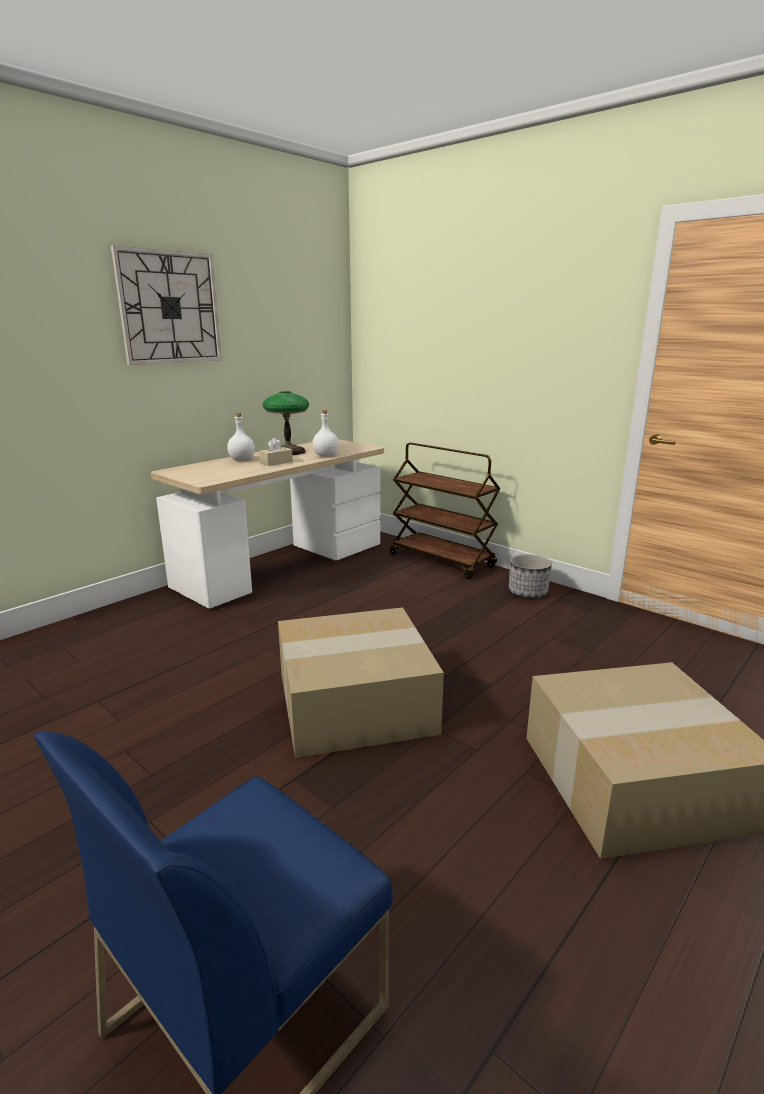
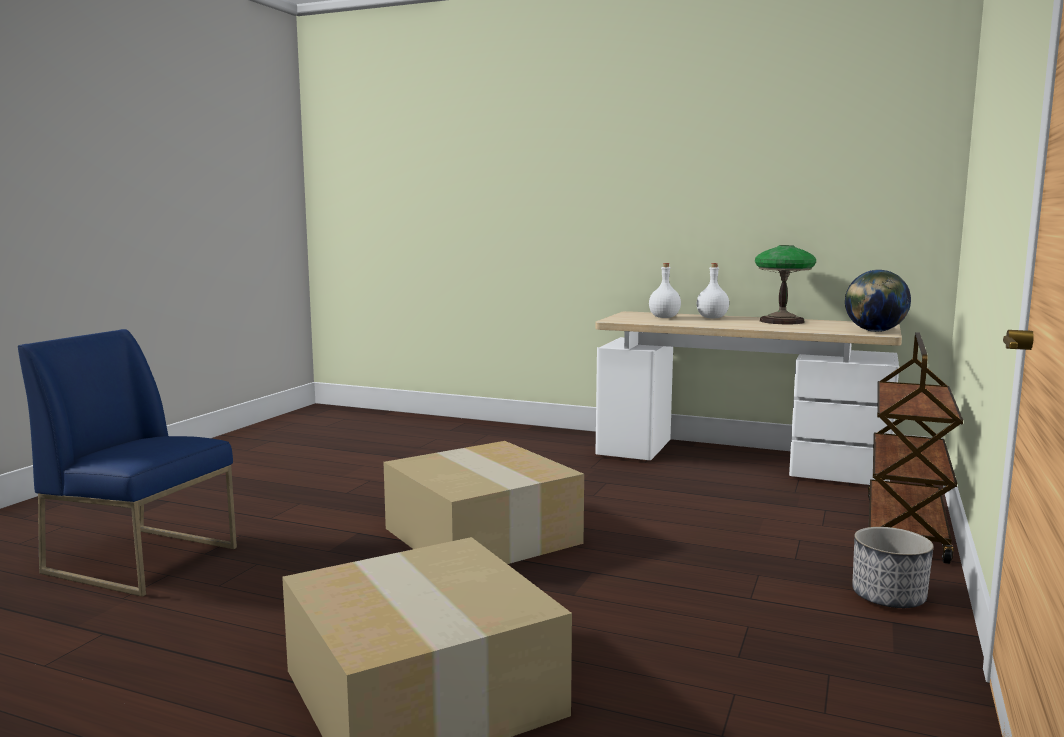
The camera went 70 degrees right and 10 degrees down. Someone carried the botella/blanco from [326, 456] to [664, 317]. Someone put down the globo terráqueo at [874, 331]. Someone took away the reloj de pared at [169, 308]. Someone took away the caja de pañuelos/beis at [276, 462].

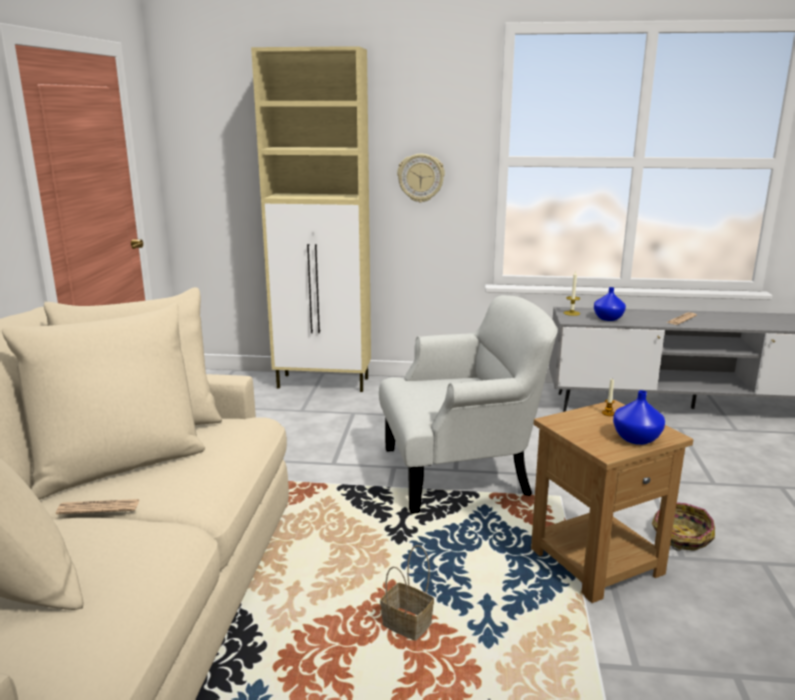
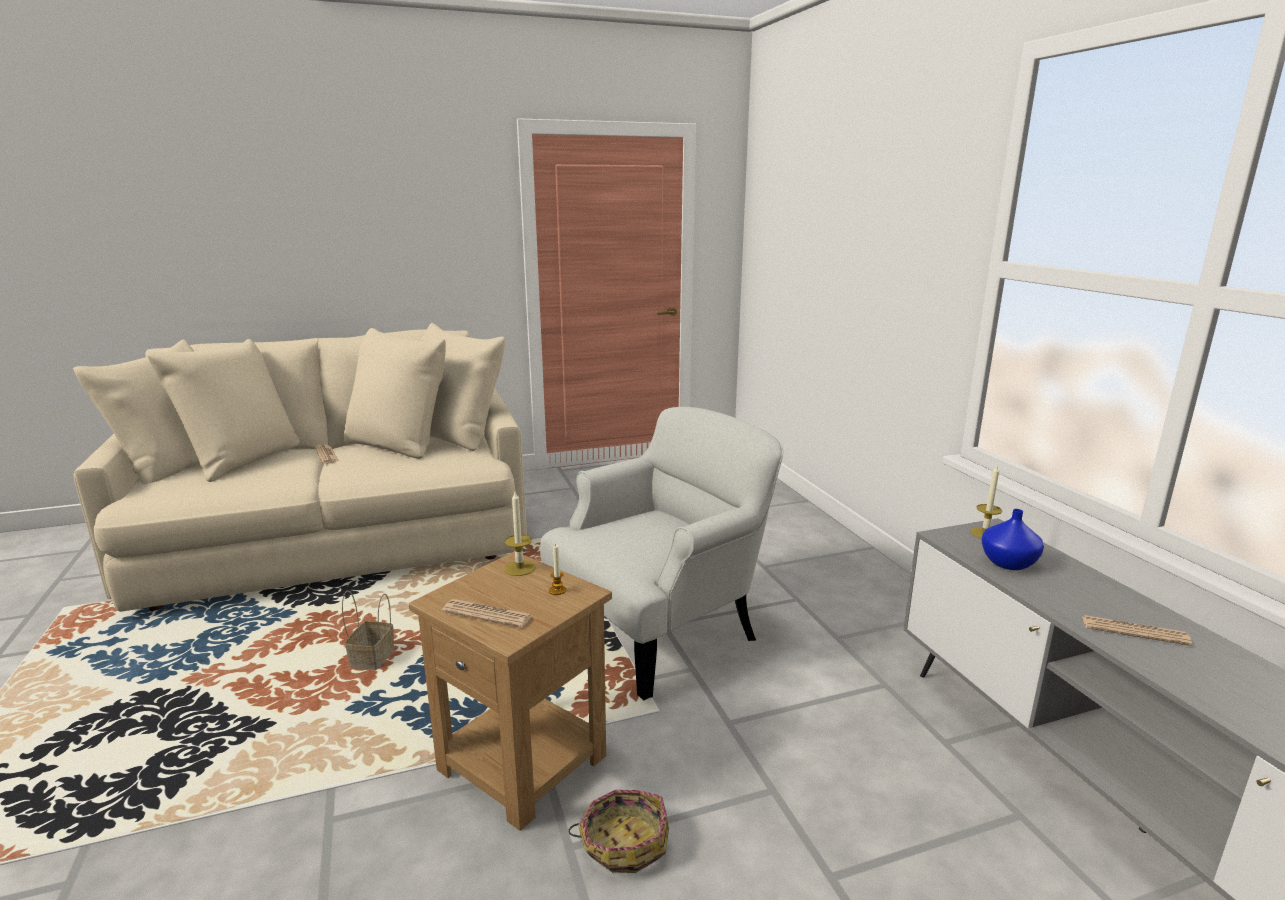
The camera went 65 degrees right and 0 degrees up. Someone swapped the florero/azul at [636, 438] for the periódico at [487, 614]. Someone put down the vela at [519, 568]. Someone rotated the sillón/blanco at [460, 472] by 90 degrees counterclockwise. Someone took away the armario/beis at [324, 383]. Someone took away the reloj de pared at [421, 178].

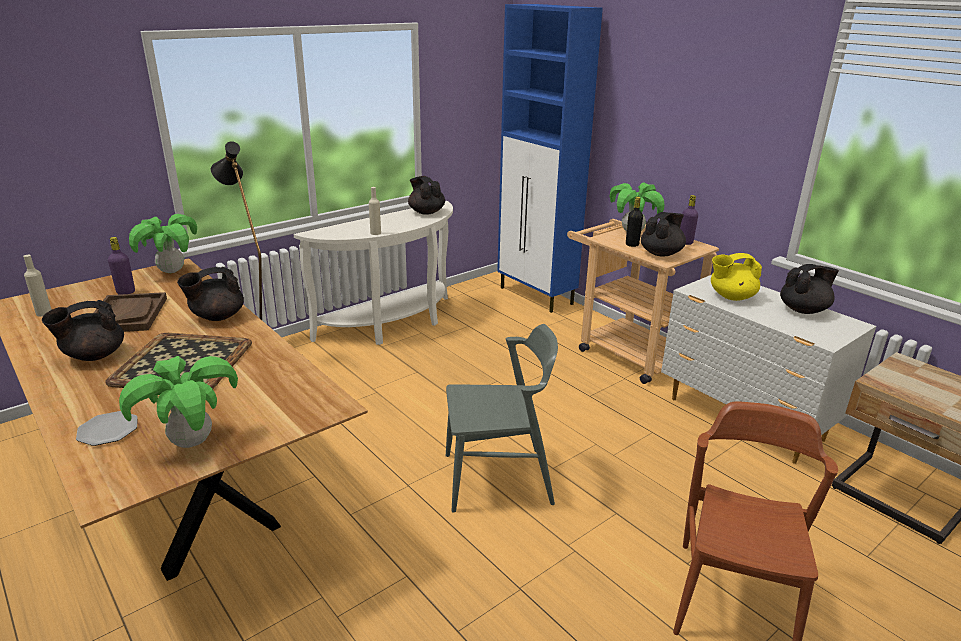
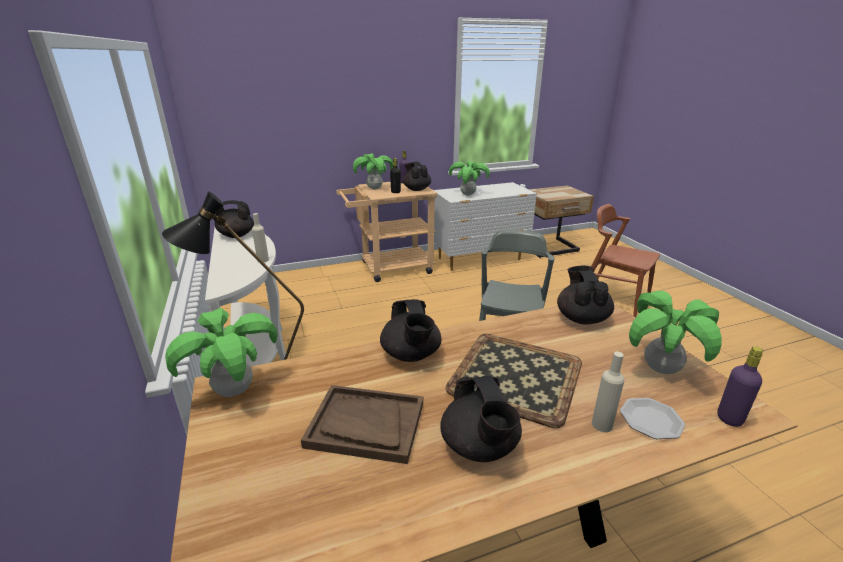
The camera went 70 degrees left and 0 degrees up. Someone swapped the tetera/amarillo at [731, 297] for the planta en maceta at [467, 194]. Someone carried the tetera/negro from [804, 310] to [581, 318]. Someone carried the botella/beis from [44, 313] to [602, 425]. Someone carried the botella/morado from [126, 292] to [729, 418]. Someone took away the armario/azul at [536, 296].

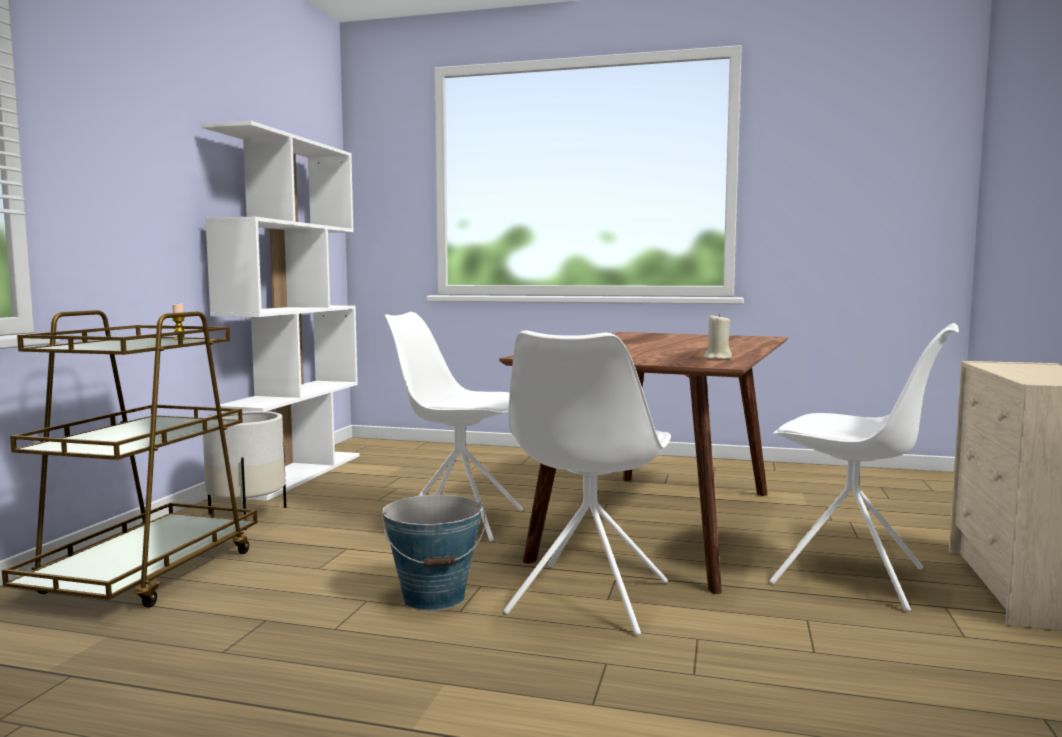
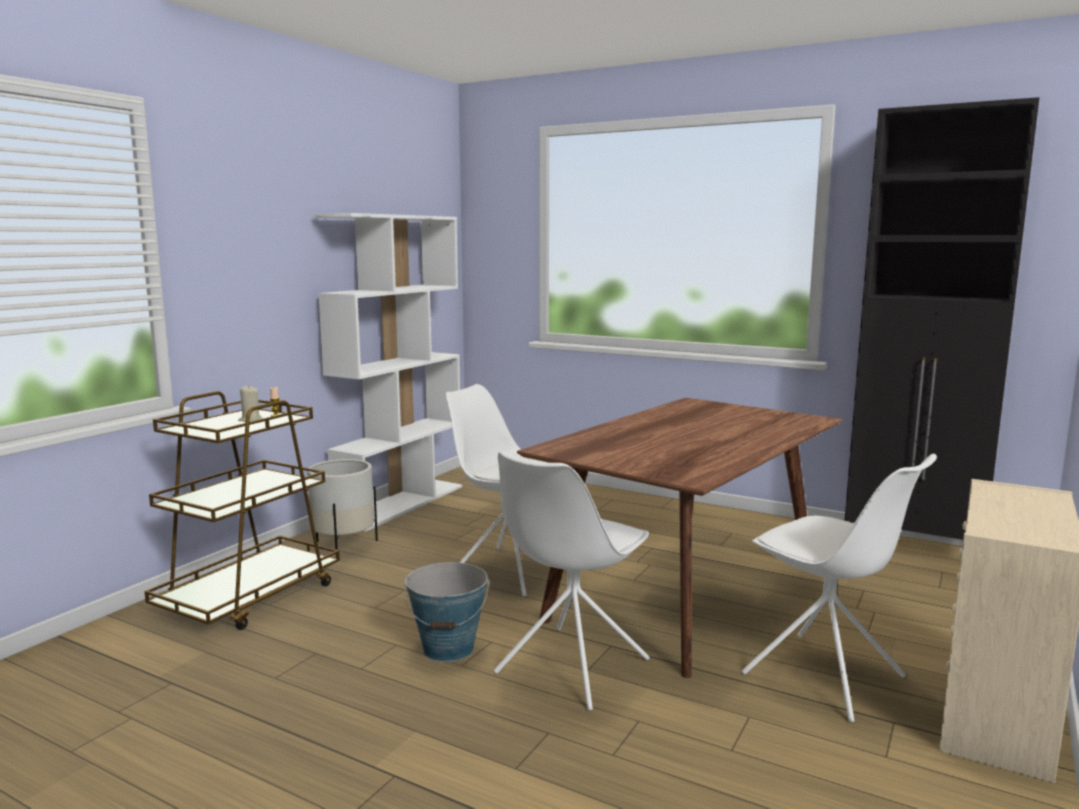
The camera went 15 degrees right and 5 degrees up. Someone carried the vela/beis from [717, 358] to [250, 420]. Someone put down the armario/negro at [914, 550].

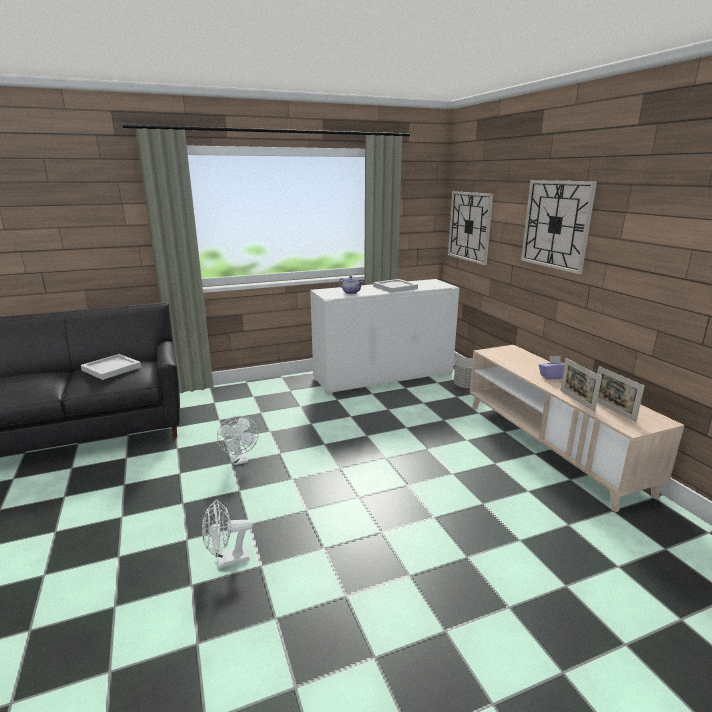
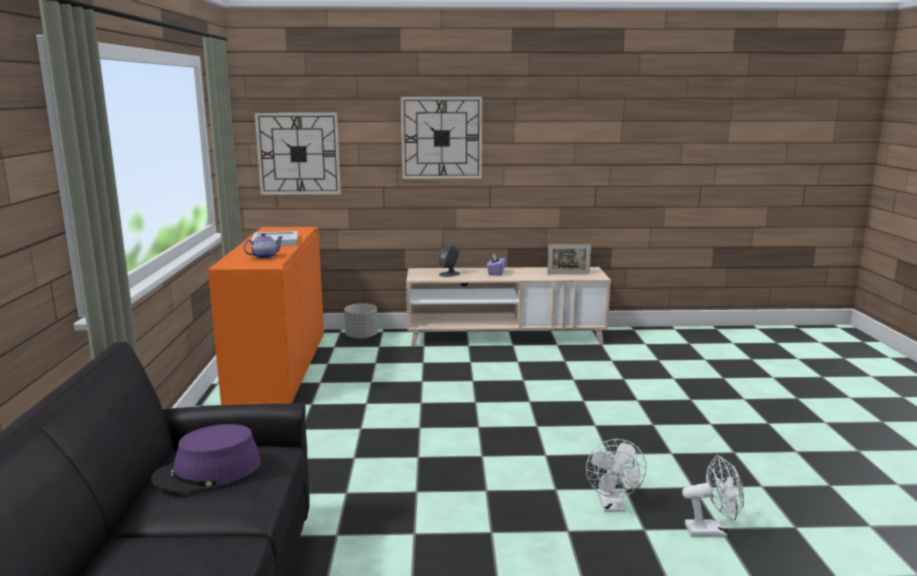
The camera went 70 degrees left and 5 degrees down. Someone swapped the bandeja/blanco at [111, 369] for the sombrero/morado at [208, 472]. Someone repainted the armario/blanco at [383, 376], which became the armario/naranja at [279, 368]. Someone put down the altavoz/gris at [449, 274]. Someone carried the ventilador/blanco from [240, 460] to [712, 530]. Someone took away the portarretratos at [576, 400].

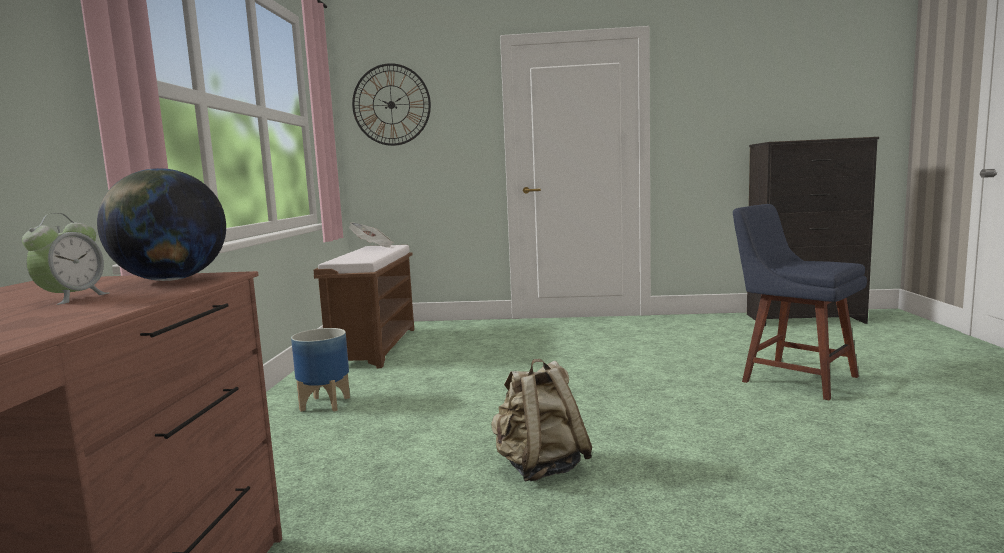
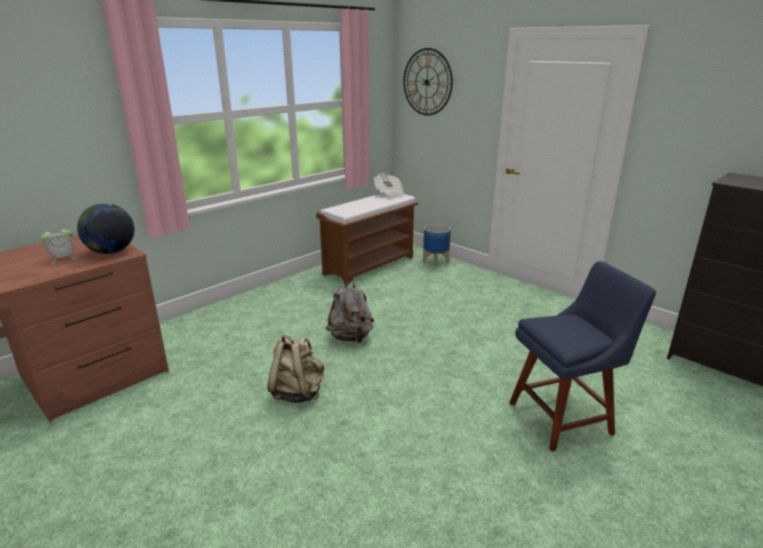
The camera went 40 degrees right and 15 degrees up. Someone put down the mochila/gris at [351, 337]. Someone carried the maceta from [324, 404] to [435, 262]. Someone rotated the silla/azul at [793, 378] by 75 degrees clockwise.

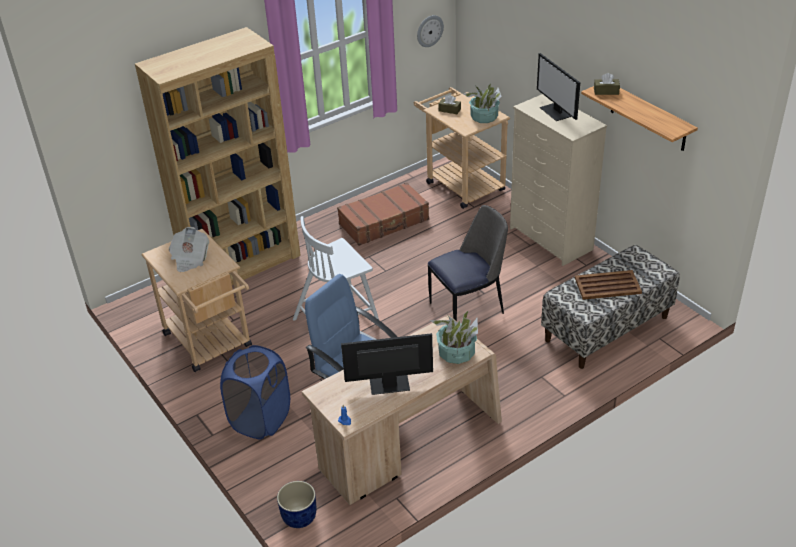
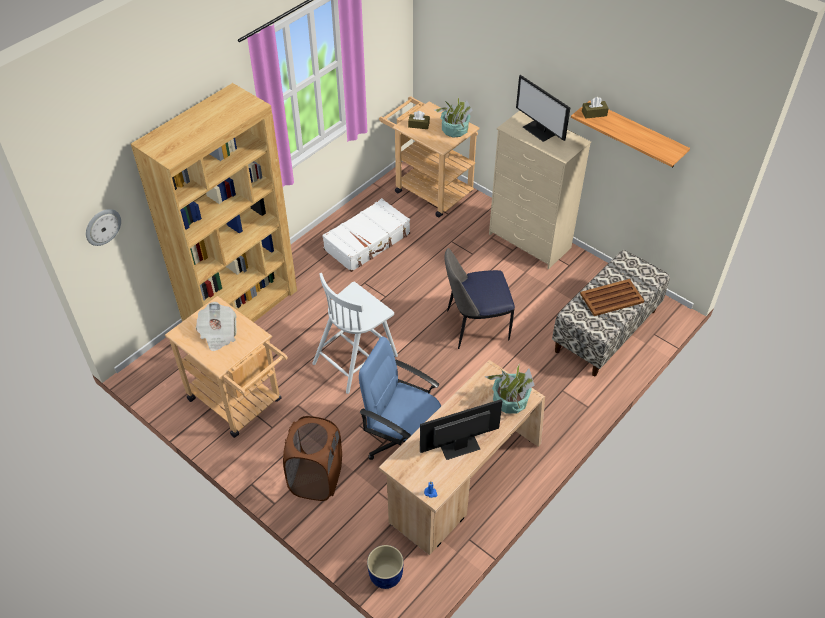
The camera went 15 degrees left and 10 degrees up. Someone carried the reloj de pared from [429, 30] to [102, 226]. Someone repainted the cesto de la ropa/azul at [261, 419], which became the cesto de la ropa/marrón at [316, 479]. Someone repainted the maleta/marrón at [384, 222], which became the maleta/blanco at [368, 242]. Someone rotated the silla at [468, 307] by 150 degrees counterclockwise.

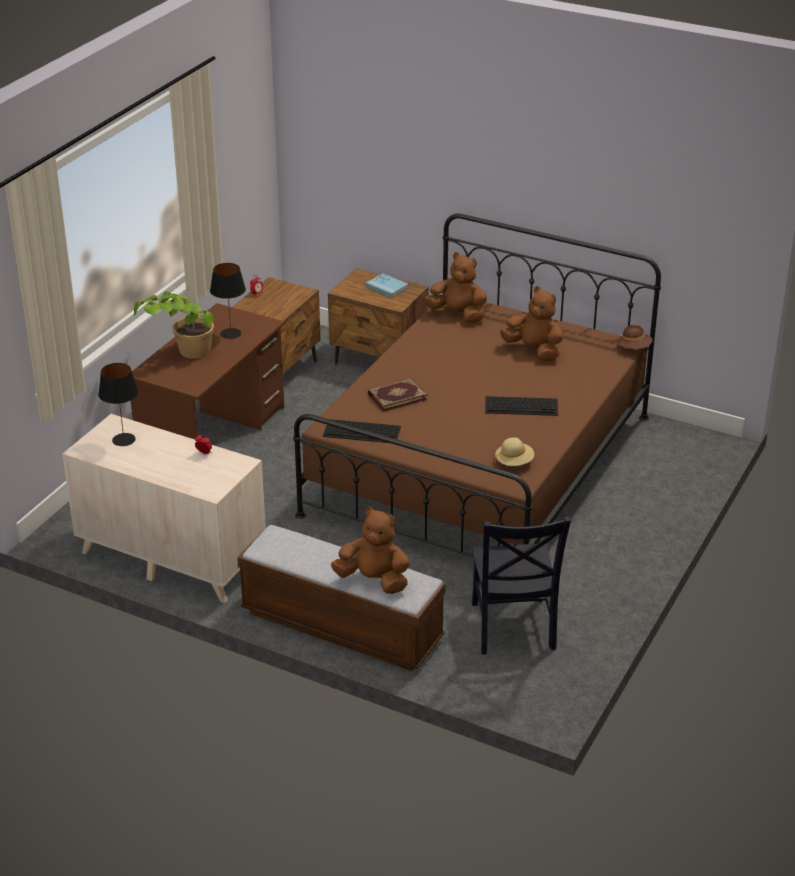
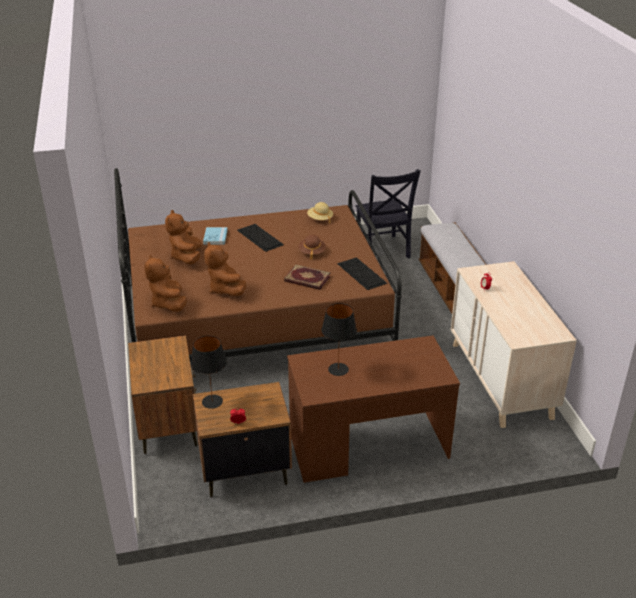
The camera went 130 degrees left and 0 degrees up. Someone carried the lámpara de mesa/negro from [124, 439] to [212, 402]. Someone carried the libro/azul from [387, 287] to [215, 237]. Someone carried the peluche/marrón from [374, 580] to [226, 289]. Someone carried the sombrero/marrón from [633, 348] to [312, 252]. Someone rotated the silla/negro at [512, 629] by 120 degrees clockwise. Someone took away the planta en maceta at [180, 355].

